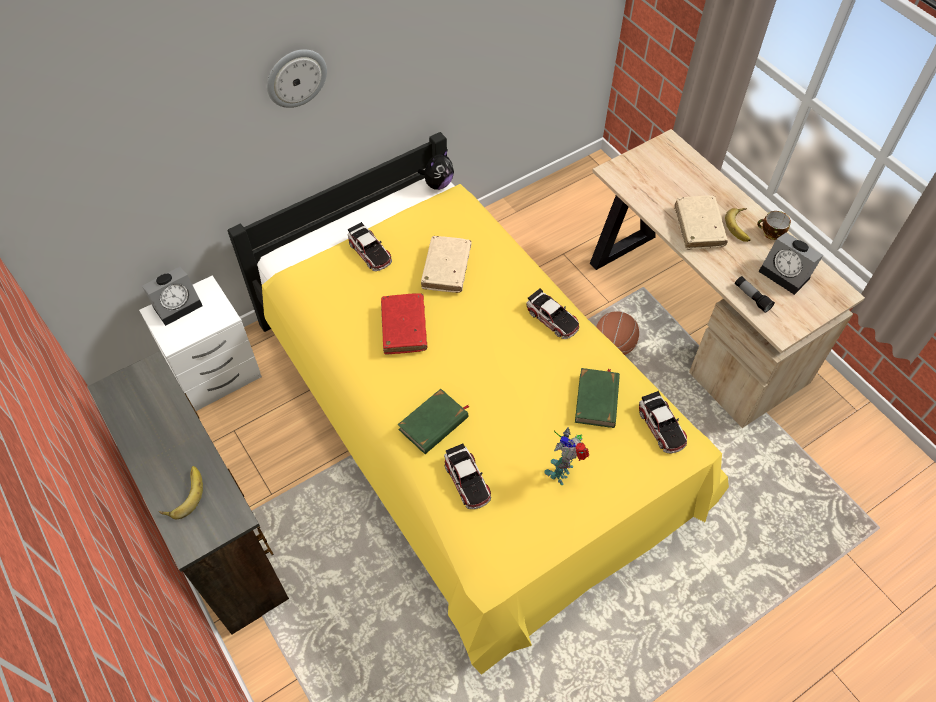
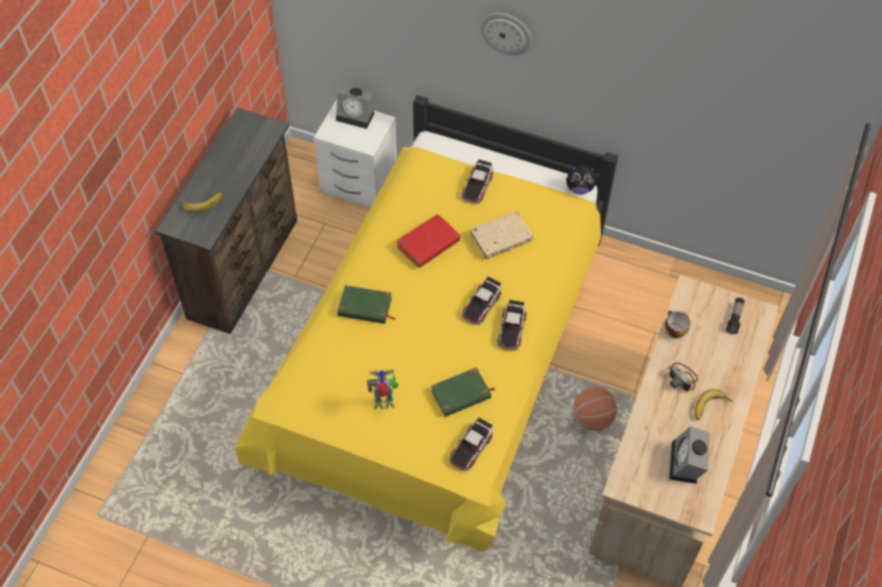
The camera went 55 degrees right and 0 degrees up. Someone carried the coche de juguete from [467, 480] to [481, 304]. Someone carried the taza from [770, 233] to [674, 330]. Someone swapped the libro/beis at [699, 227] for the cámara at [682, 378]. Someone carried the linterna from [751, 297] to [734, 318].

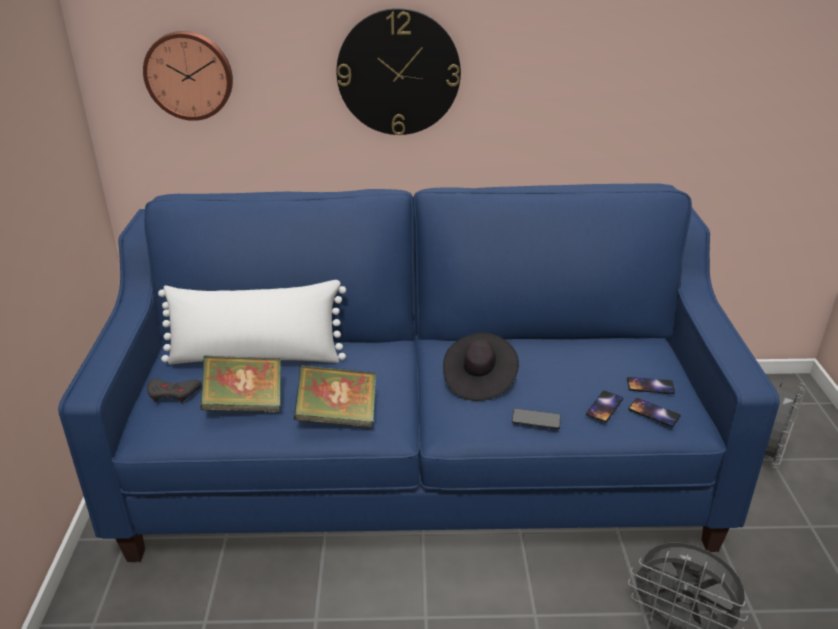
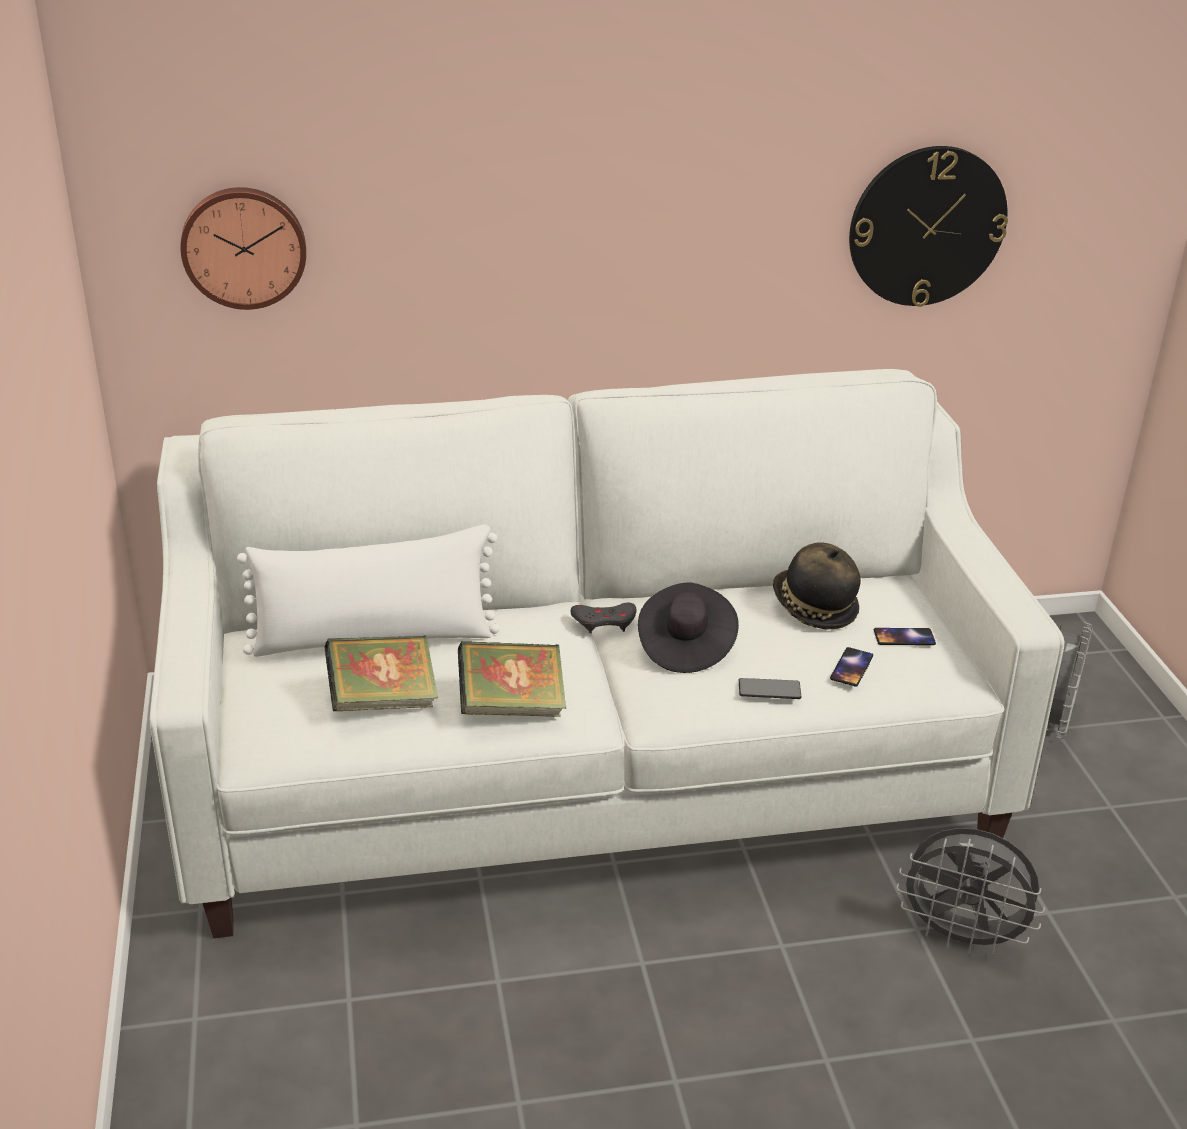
The camera went 10 degrees left and 0 degrees up. Someone repainted the sofá/azul at [418, 463], which became the sofá/blanco at [586, 774]. Someone carried the mando de consola/gris from [173, 393] to [604, 622]. Someone put down the sombrero at [813, 608]. Someone carried the reloj de pared from [398, 73] to [927, 226]. Someone took away the móvil at [654, 413].

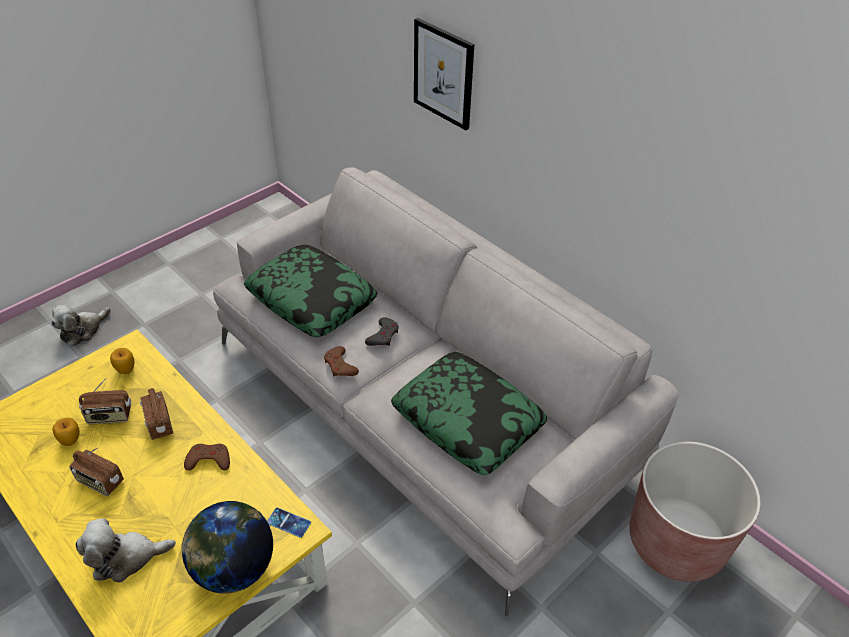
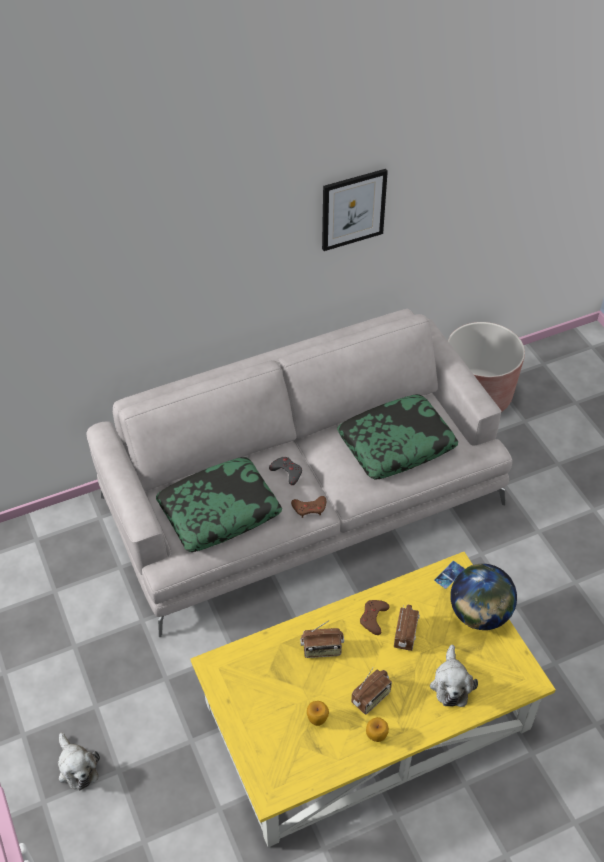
The camera went 70 degrees left and 5 degrees up. Someone carried the cuadro from [443, 74] to [353, 209]. Someone carried the manzana from [126, 370] to [376, 736]. Someone carried the radio from [110, 416] to [406, 635].

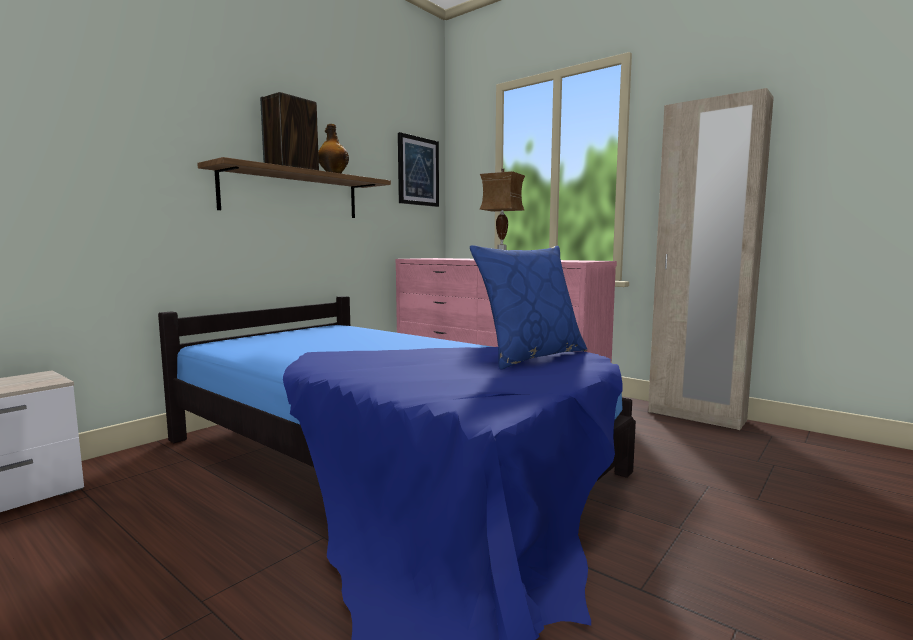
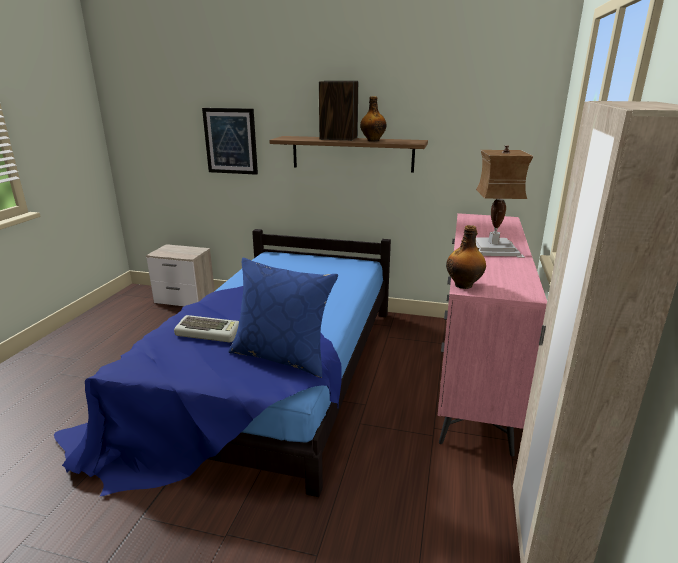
The camera went 65 degrees right and 15 degrees up. Someone put down the teclado at [209, 333]. Someone carried the cuadro from [418, 171] to [231, 141]. Someone put down the botella at [464, 285].

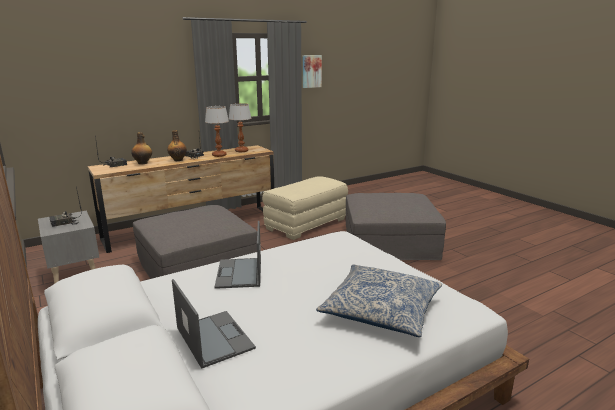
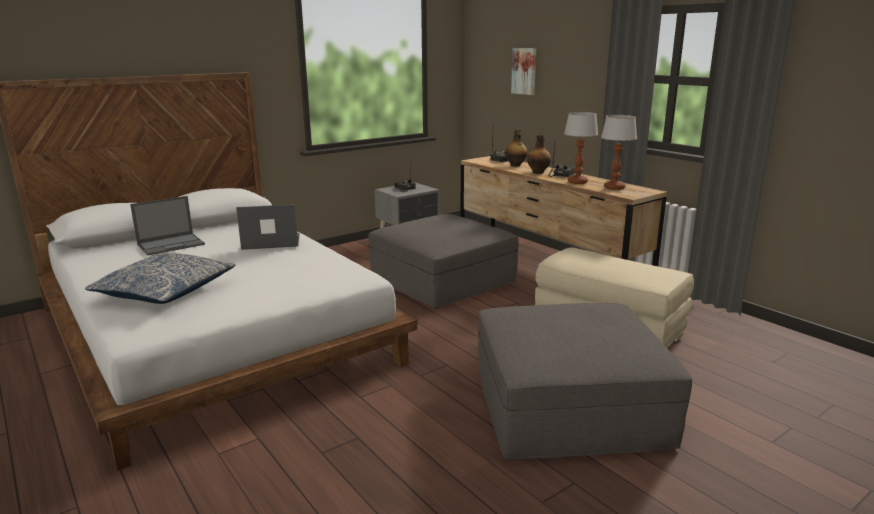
The camera went 85 degrees right and 0 degrees up. Someone carried the cuadro from [311, 71] to [525, 71].

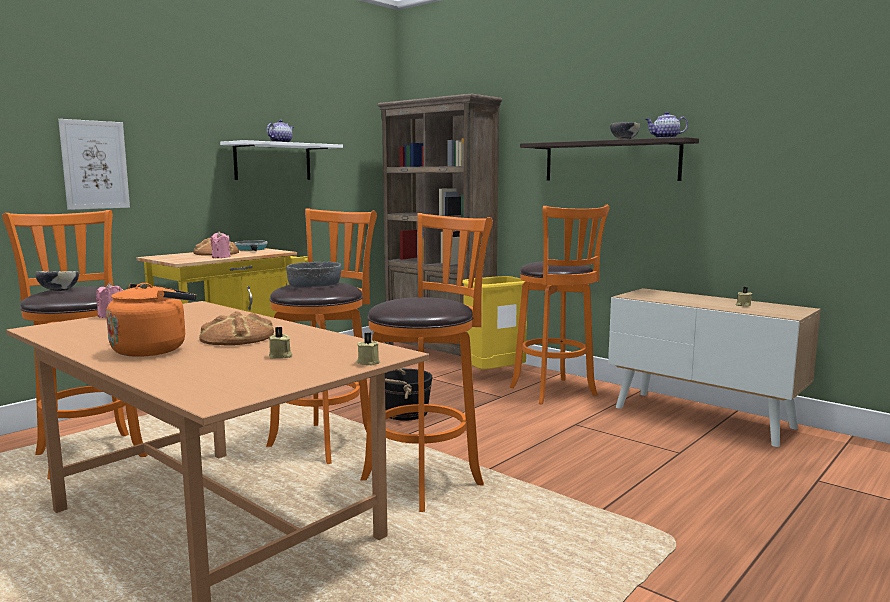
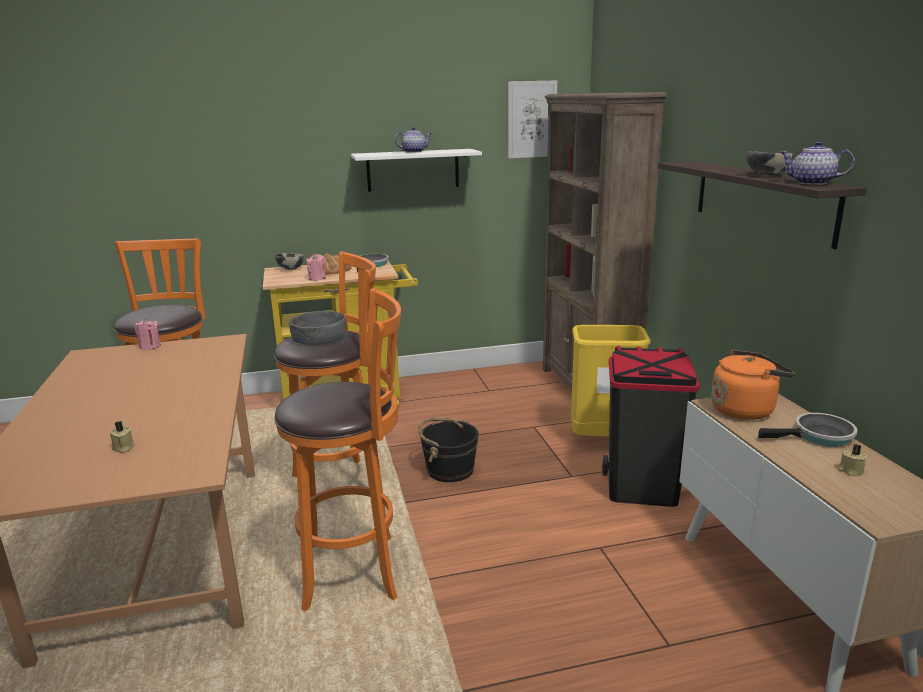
The camera went 35 degrees right and 10 degrees up. Someone carried the cuenco from [58, 291] to [290, 269]. Someone carried the cuadro from [95, 165] to [532, 119]. Someone swapped the taburete/naranja at [555, 392] for the papelera/negro at [641, 488]. Someone carried the hervidor/naranja from [153, 349] to [745, 409]. Someone put down the sartén at [818, 436]. Someone took away the pan at [237, 338]. Someone took away the vela/beis at [368, 362].

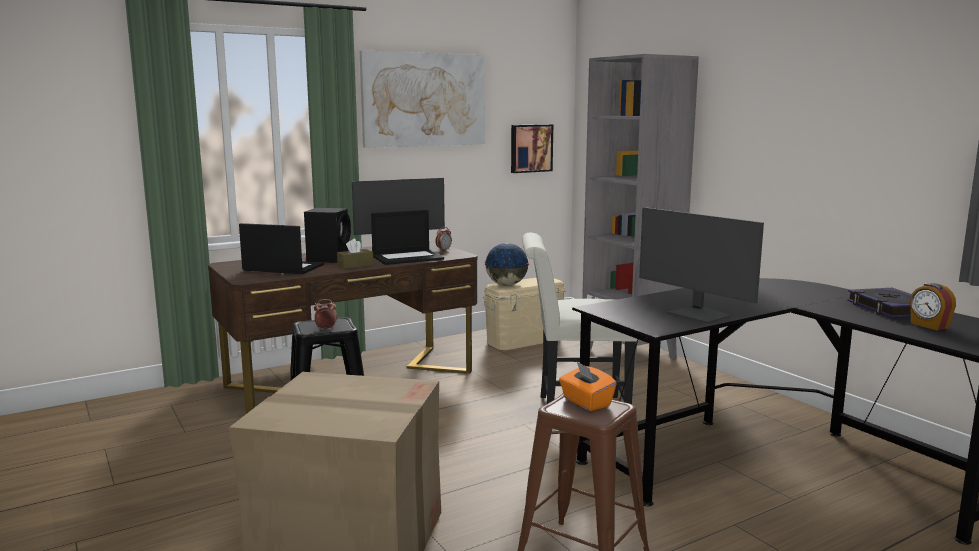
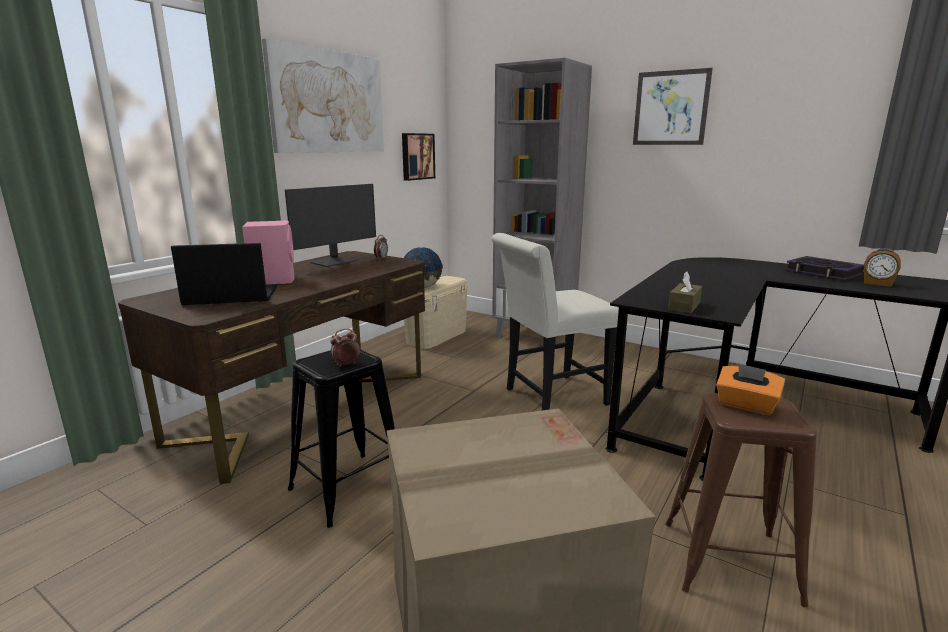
The camera went 25 degrees left and 5 degrees up. Someone repainted the altavoz/negro at [329, 259], which became the altavoz/rosa at [273, 280]. Someone put up the cuadro at [670, 108]. Someone carried the caja de pañuelos/marrón from [355, 265] to [684, 306]. Someone took away the portátil at [408, 257]. Someone took away the monitor at [698, 315].

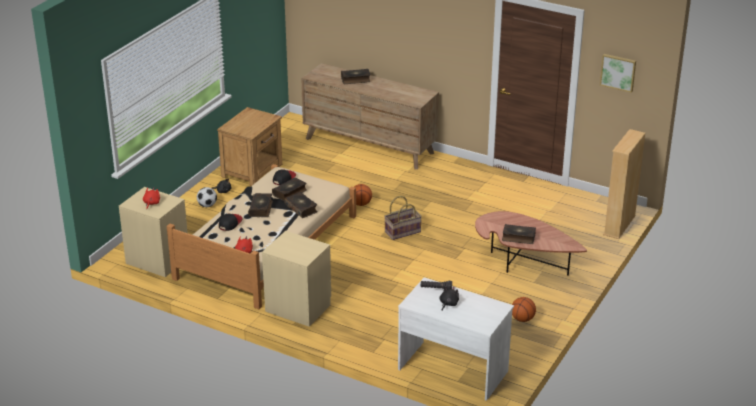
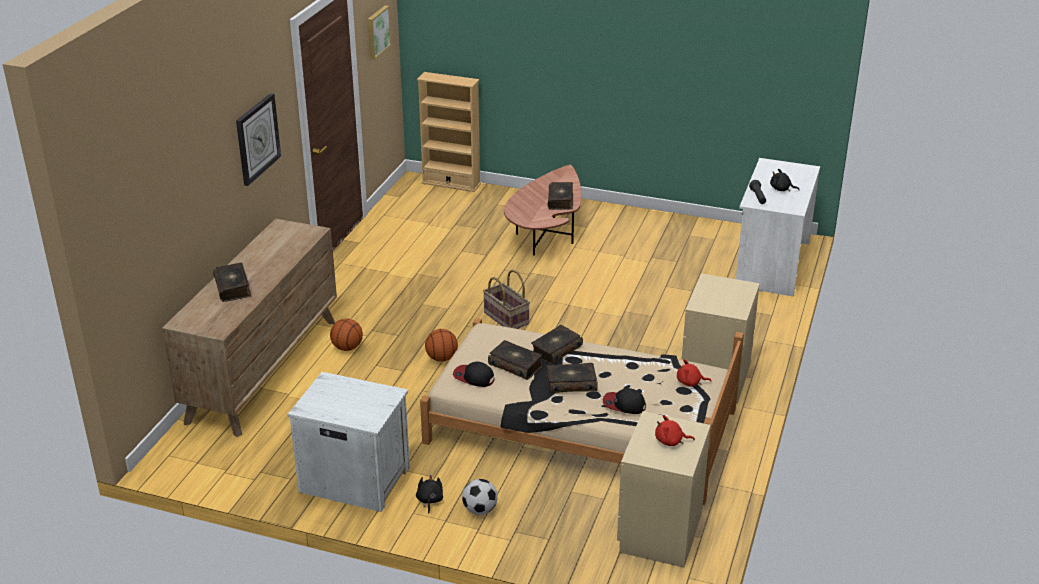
The camera went 100 degrees left and 0 degrees up. Someone put up the reloj de pared at [257, 138]. Someone repainted the mesita de noche/marrón at [253, 170], which became the mesita de noche/blanco at [354, 478]. Someone carried the balón de baloncesto from [522, 319] to [347, 348].

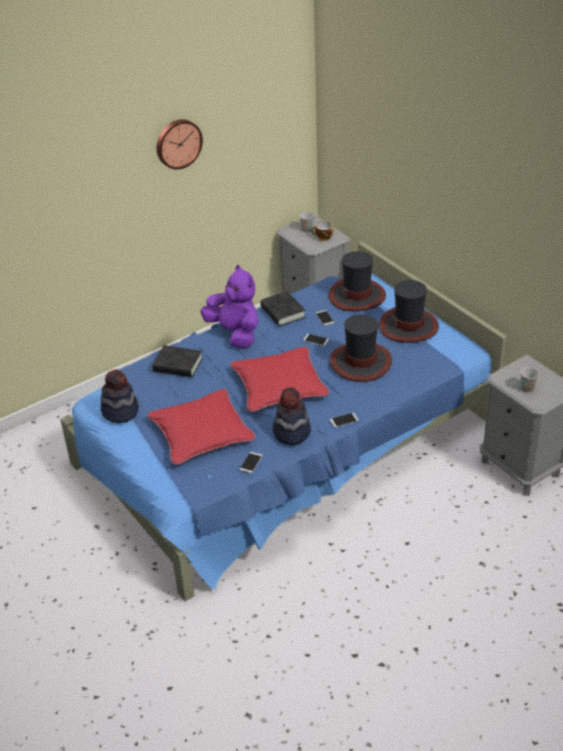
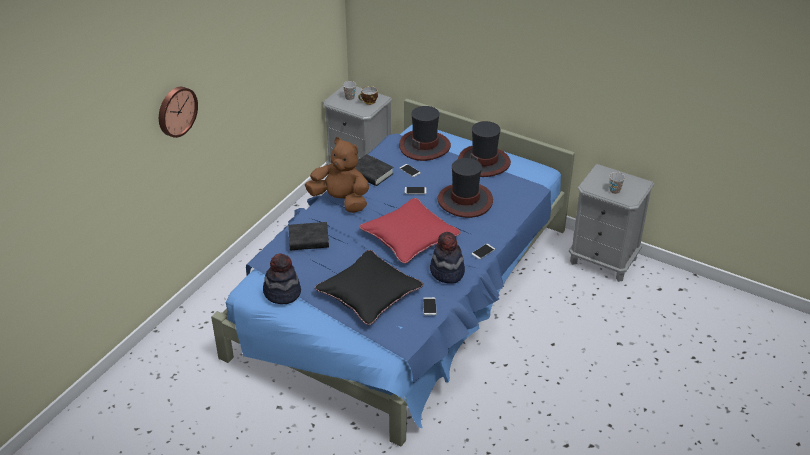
The camera went 25 degrees left and 0 degrees up. Someone carried the reloj de pared from [178, 143] to [176, 111]. Someone repainted the peluche/morado at [235, 333], which became the peluche/marrón at [341, 201]. Someone repainted the cojín/rojo at [201, 433], which became the cojín/negro at [369, 293].

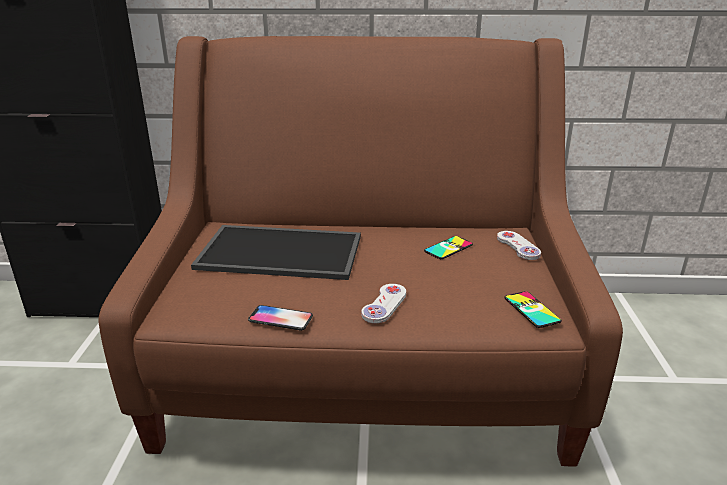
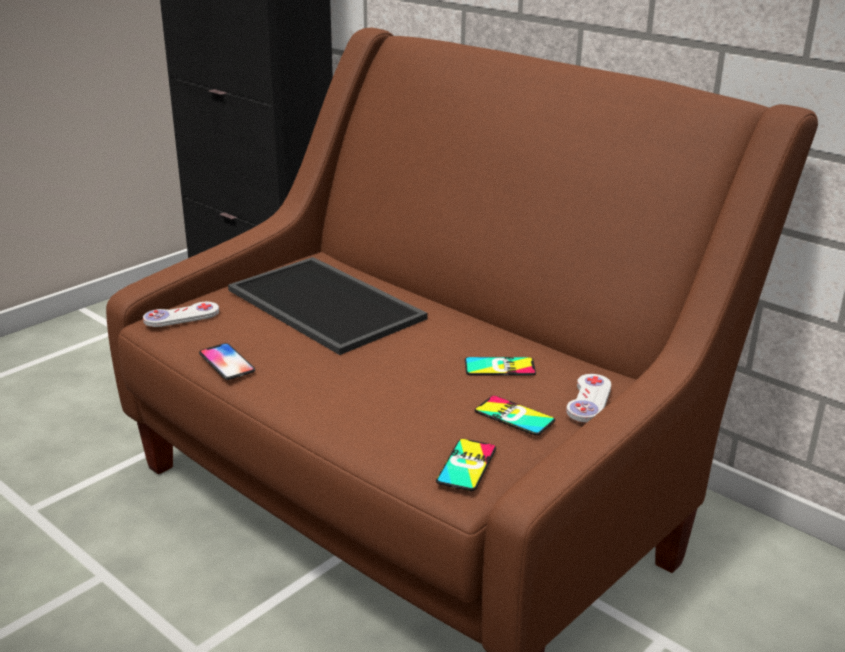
The camera went 40 degrees right and 0 degrees up. Someone carried the mando de consola/blanco from [384, 305] to [181, 316]. Someone put down the móvil at [514, 416].

